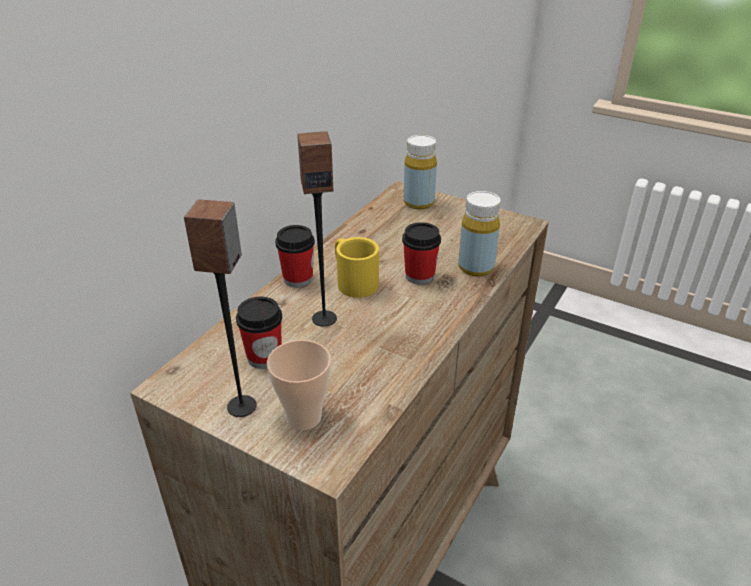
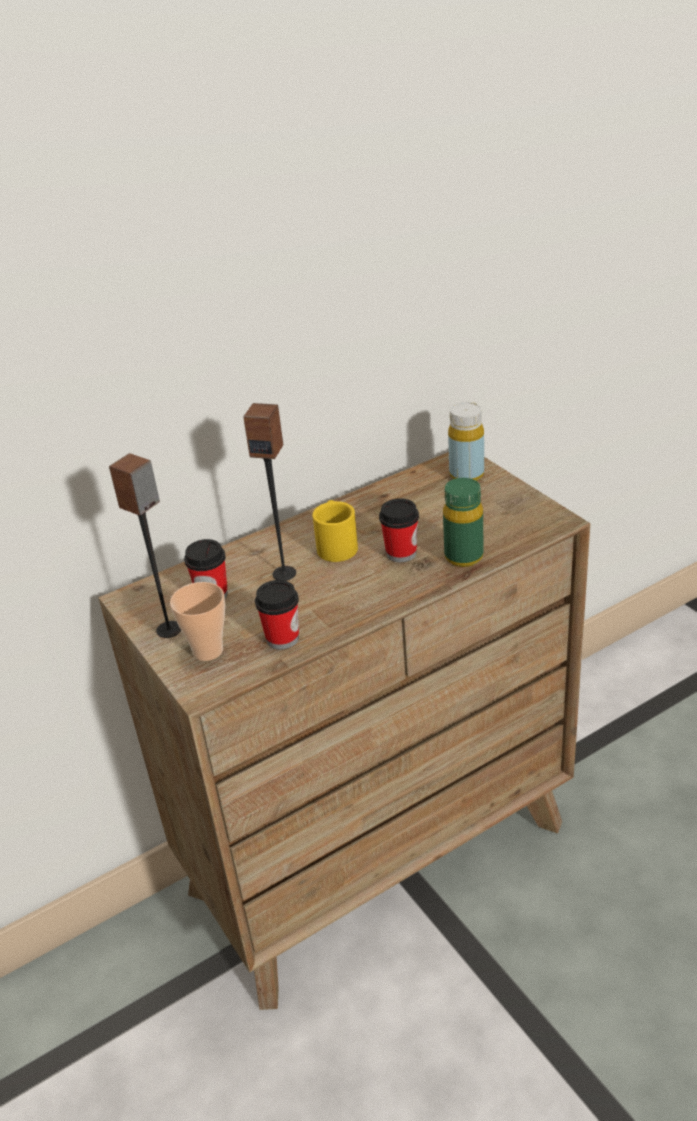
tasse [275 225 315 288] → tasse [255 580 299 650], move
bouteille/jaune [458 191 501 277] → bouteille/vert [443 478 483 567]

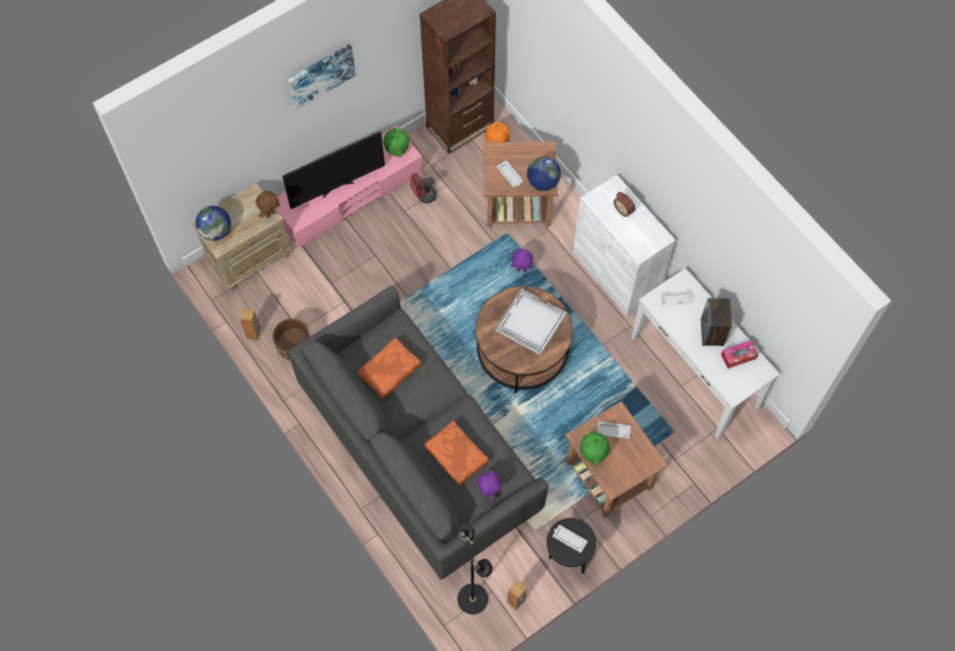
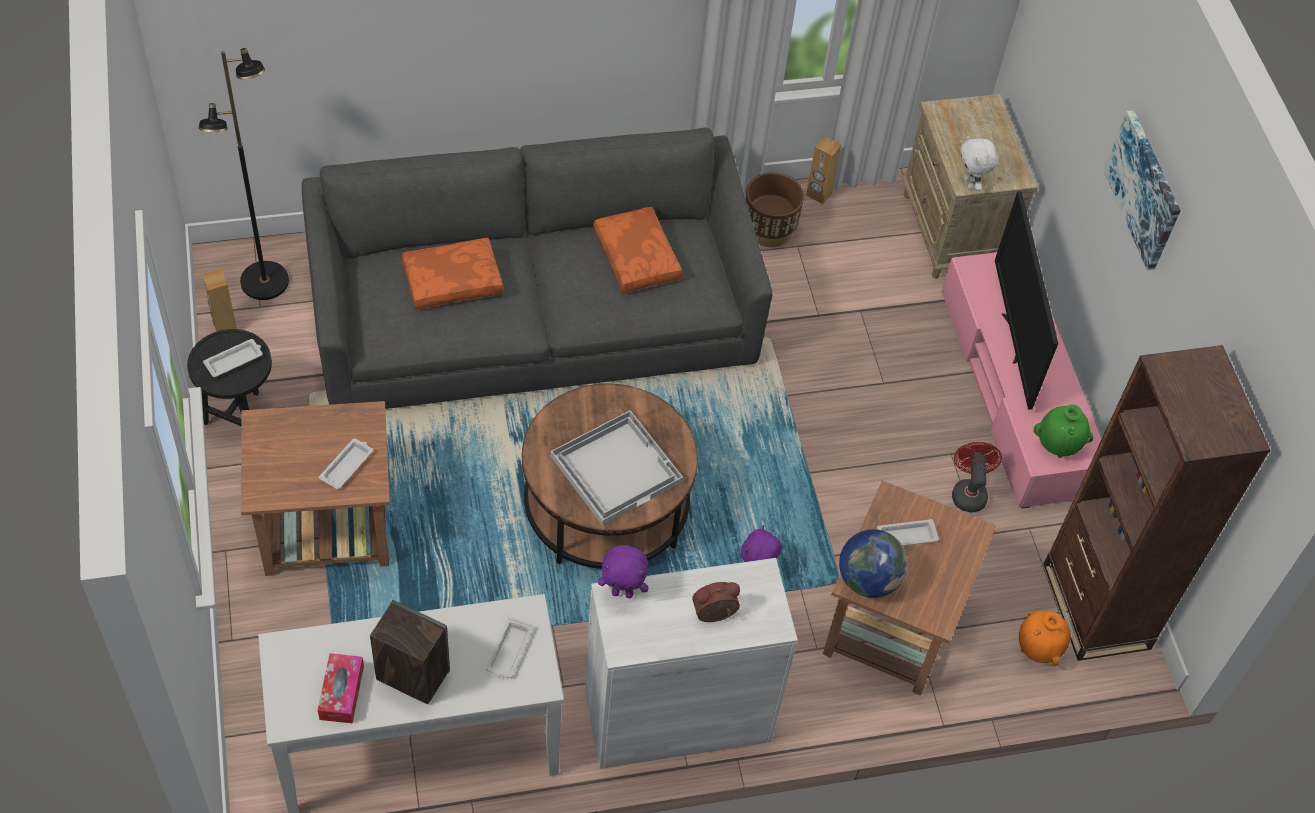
globe [196 206 231 241] → -
vase/vert [580 431 610 466] → -
peluche/violet [477 470 501 502] → peluche/violet [598 545 648 598], move
peluche/marron [256 191 280 218] → peluche/blanc [960 136 997 191]

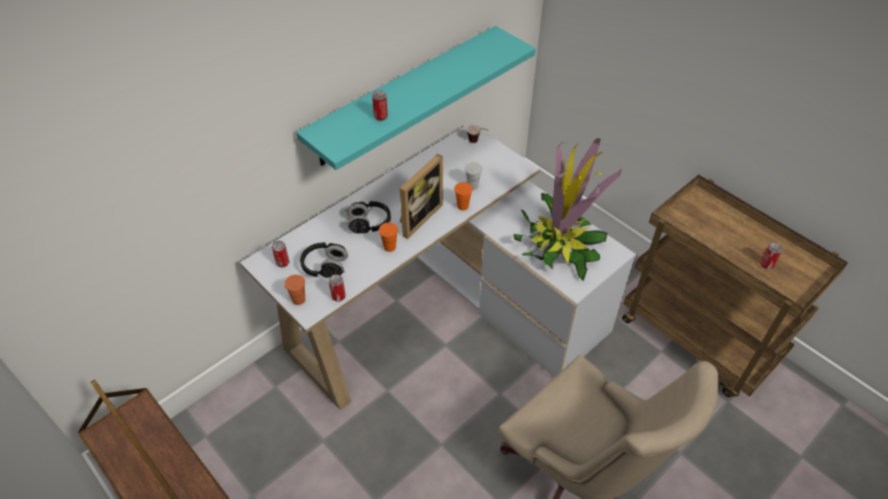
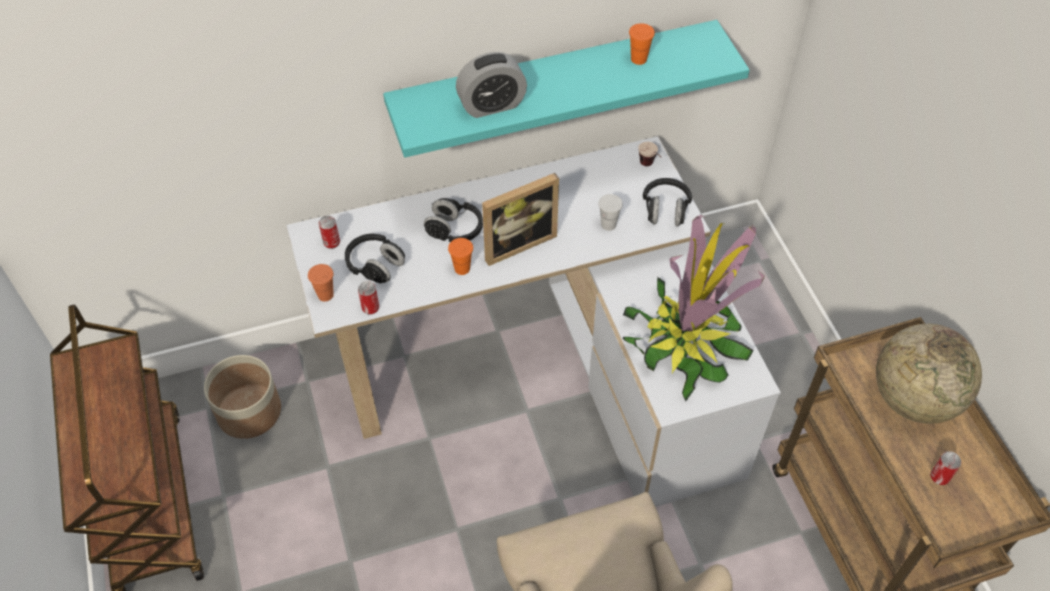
- → cache-pot [204 355 281 439]
- → casque audio/noir [643 178 692 226]
- → globe [876 324 982 424]
tasse/orange [454 182 473 211] → tasse/orange [629 23 655 65], move
boîte métallique [372 90 388 121] → réveil [456 52 527 118]

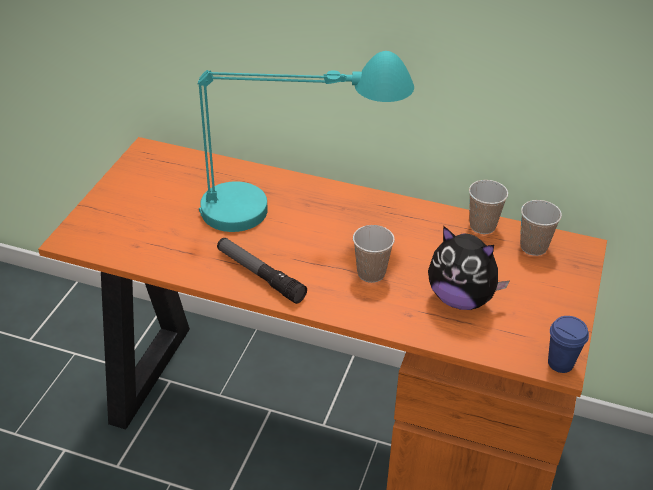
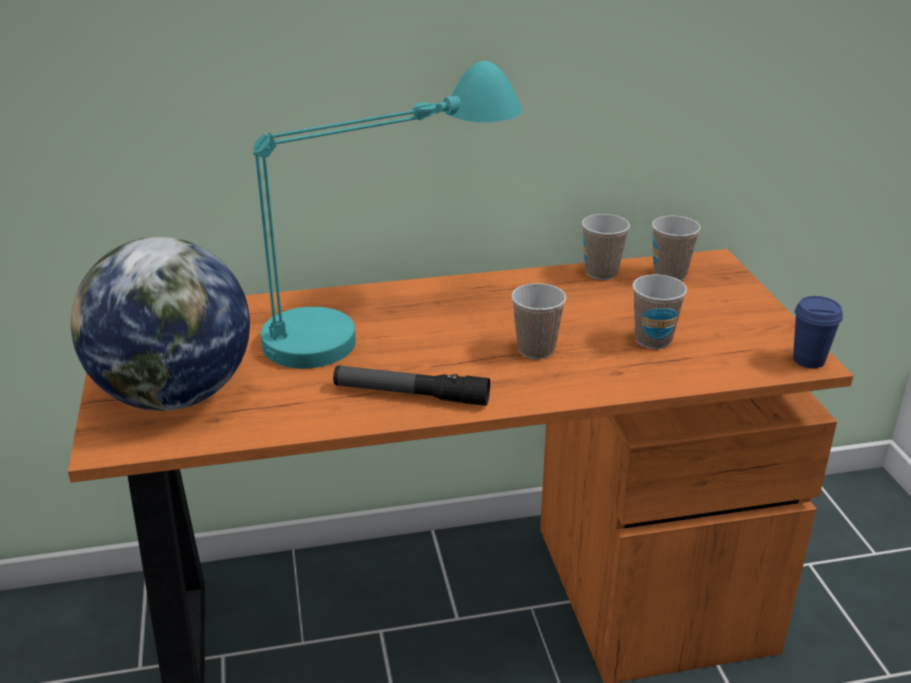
- → globe [71 237 250 411]
peluche [428 226 509 310] → tasse [632 274 687 349]

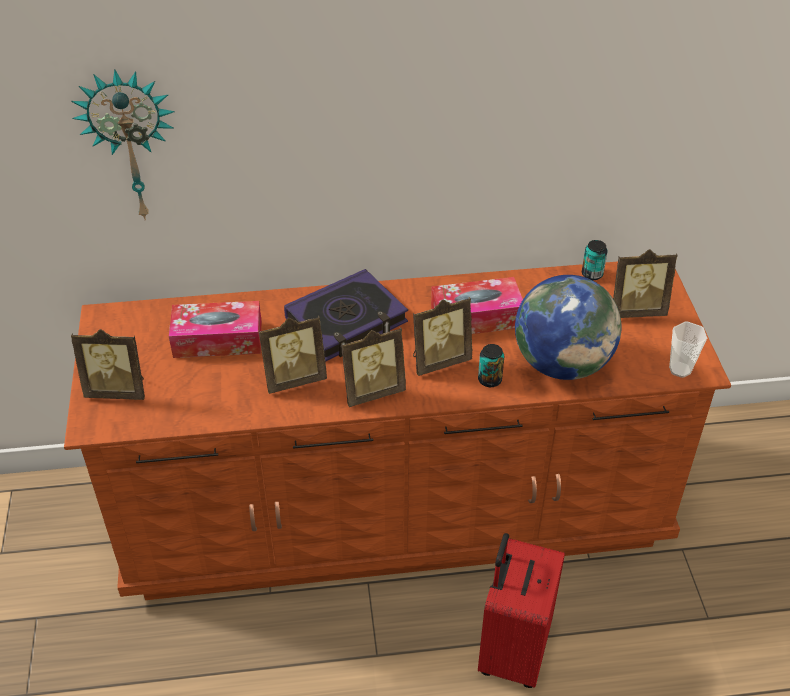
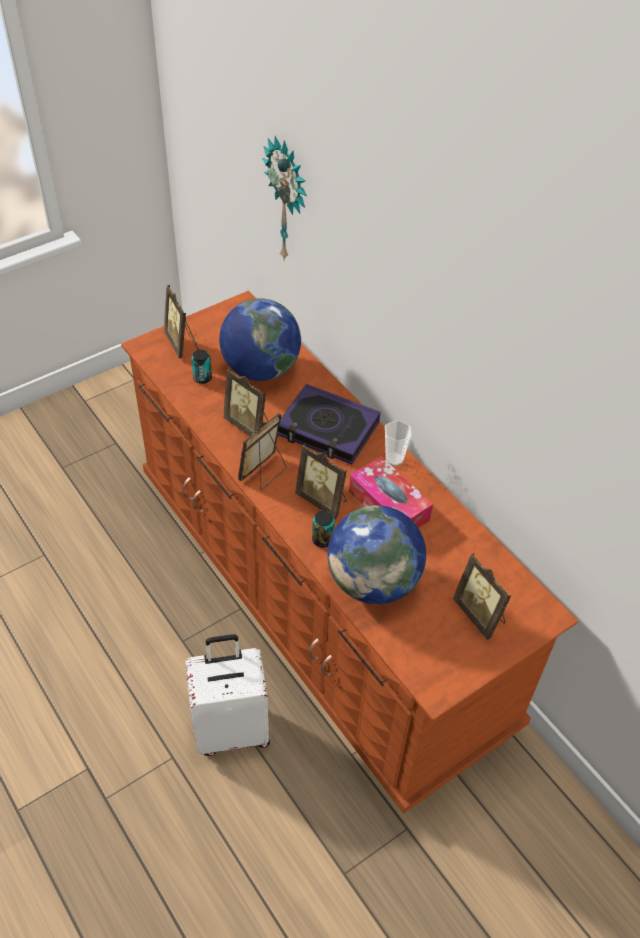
boîte métallique [582 240 608 280] → boîte métallique [191 350 212 384], move
tasse [669 321 707 378] → tasse [385 420 412 466], move
boîte à mouchoirs [169 301 262 358] → globe [219 298 301 381]
valise/rouge [478 533 565 688] → valise/blanc [186 634 270 756]
cadre photo [341 327 406 407] → cadre photo [238 413 287 490], 90 degrees clockwise

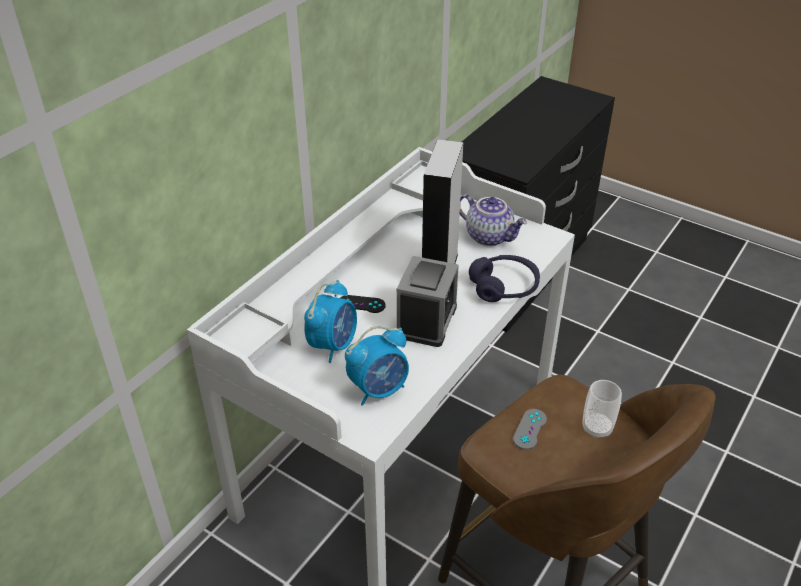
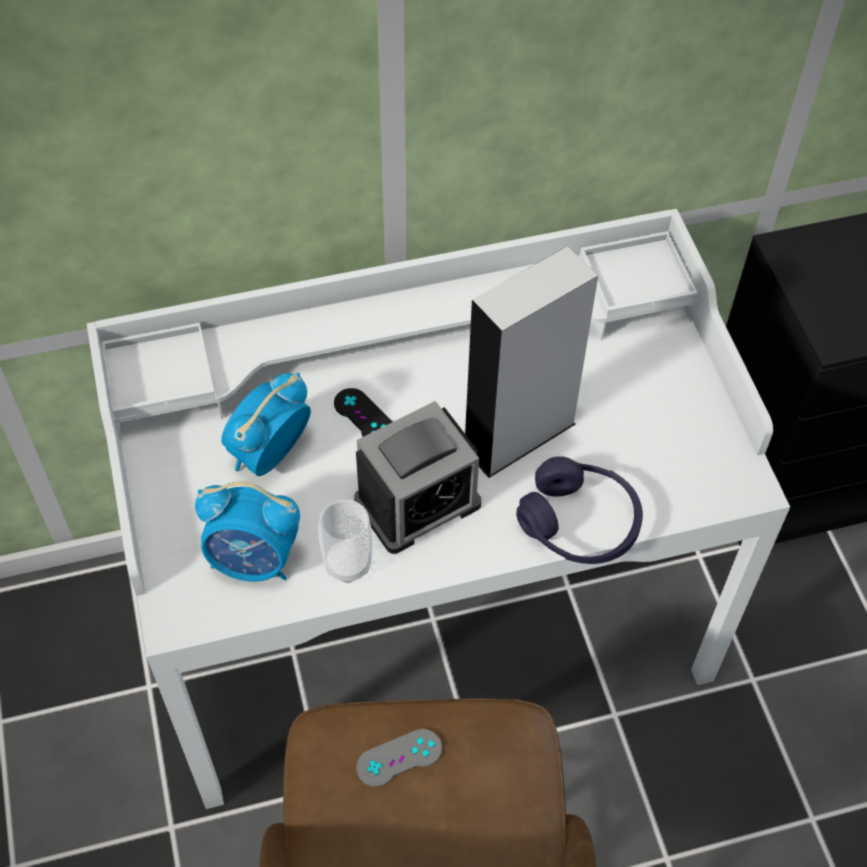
théière [460 194 527 246] → -
tasse [583 380 622 439] → tasse [319 499 373 583], move
réveil [304 280 357 363] → réveil [221 373 311 476], 150 degrees clockwise

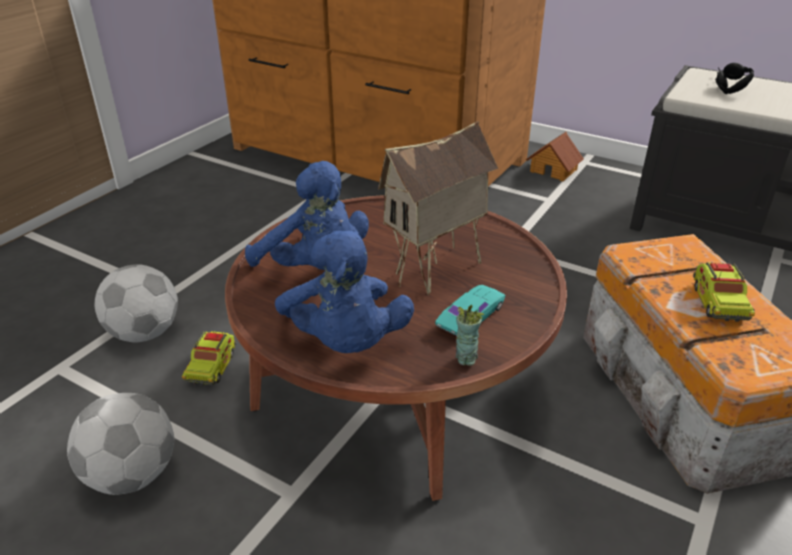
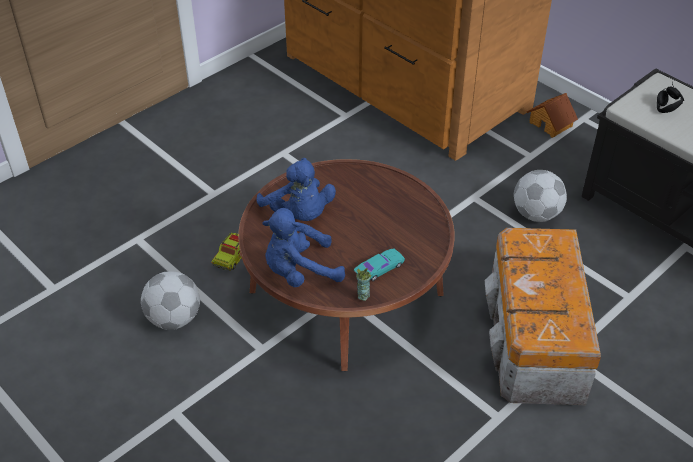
maison miniature [378 121 498 296] → -
camion jouet [693 262 755 322] → -
ballon de foot [95 264 178 343] → ballon de foot [514 170 567 222], move
peluche/bleu [275 230 414 353] → peluche/bleu [263 208 345 287], 75 degrees clockwise

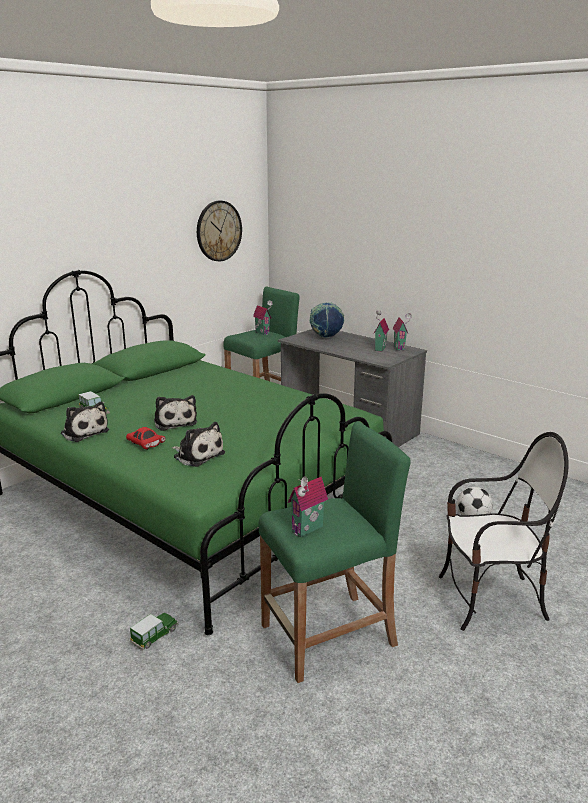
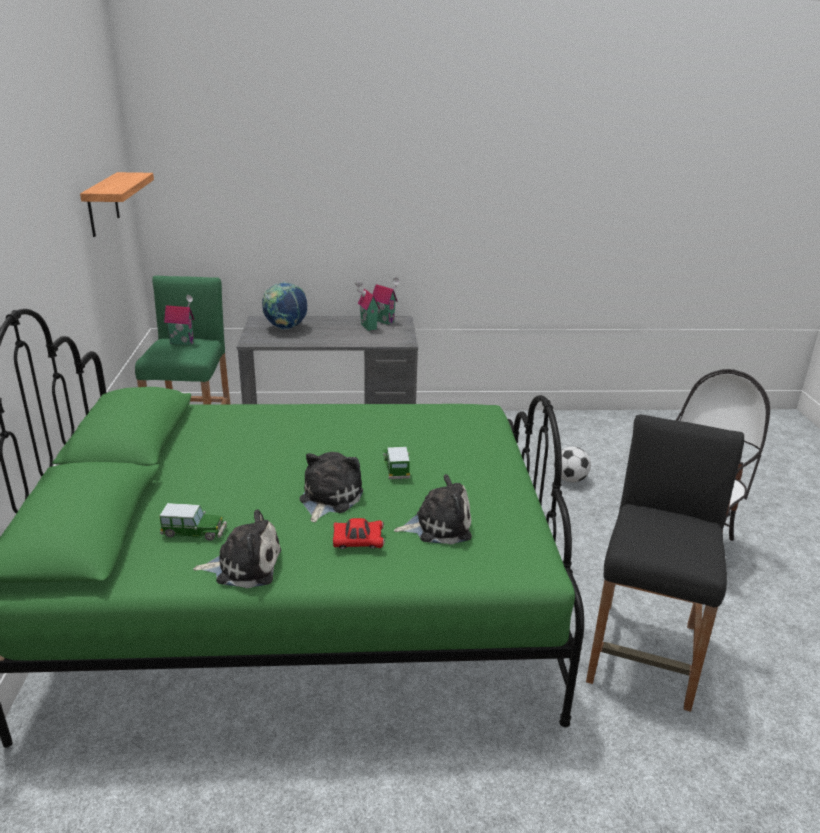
maison miniature [287 476 328 537] → -
petite voiture [130 612 179 650] → petite voiture [383 446 410 479], move
horloge murale [197 201 242 262] → étagère [80 172 154 237]
tabouret/vert [259 421 410 683] → tabouret/noir [586 414 744 712]
peluche [154 395 197 431] → peluche [300 452 363 522], 90 degrees counterclockwise

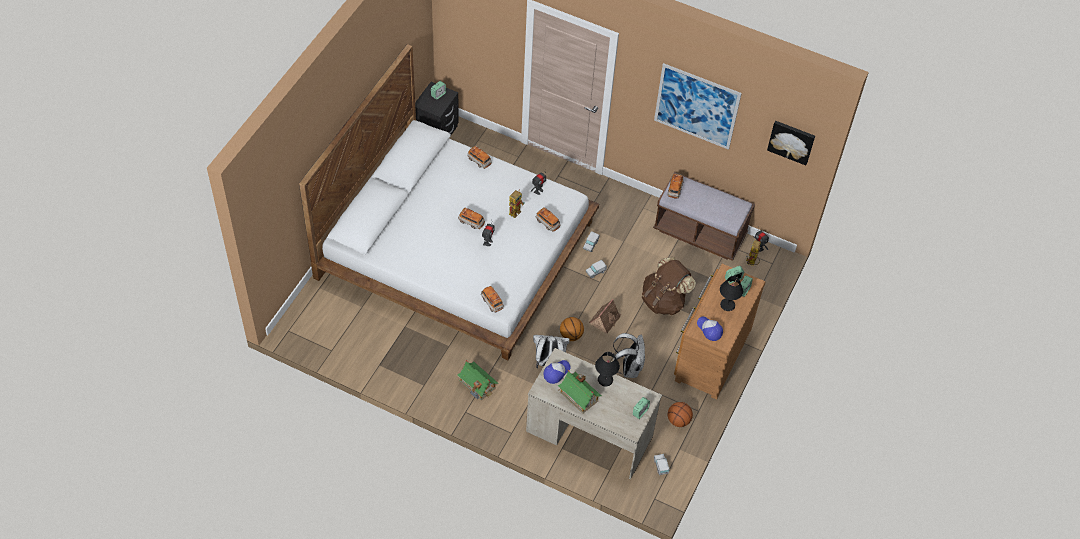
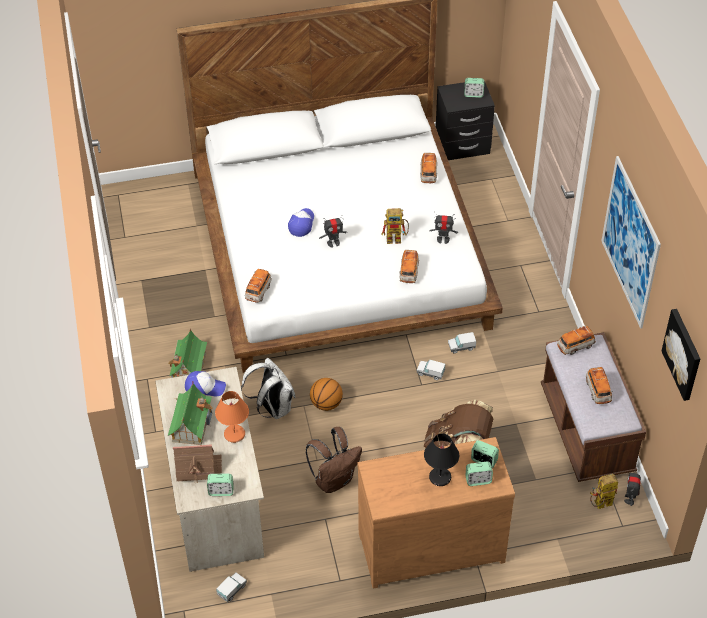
ballon de basket [668 402 693 427] → -
petite voiture [458 207 485 229] → petite voiture [586 367 613 404], move
maison miniature [589 299 621 333] → maison miniature [173 444 222 484], move
casquette [697 316 723 341] → casquette [288 208 314 237], move
lampe de table/noir [595 352 620 386] → lampe de table/orange [215 391 249 443]
sac à dos/blanc [612 333 645 378] → sac à dos/marron [305 427 362 493]

